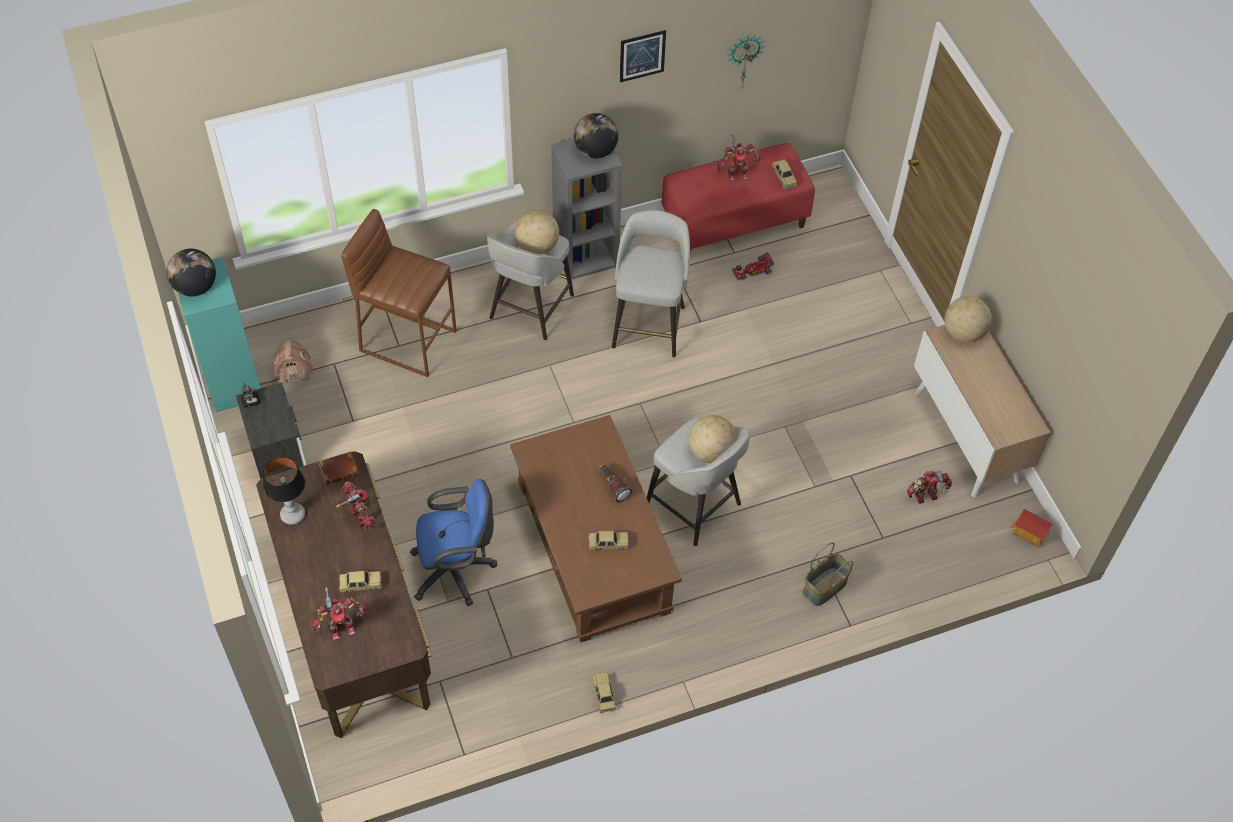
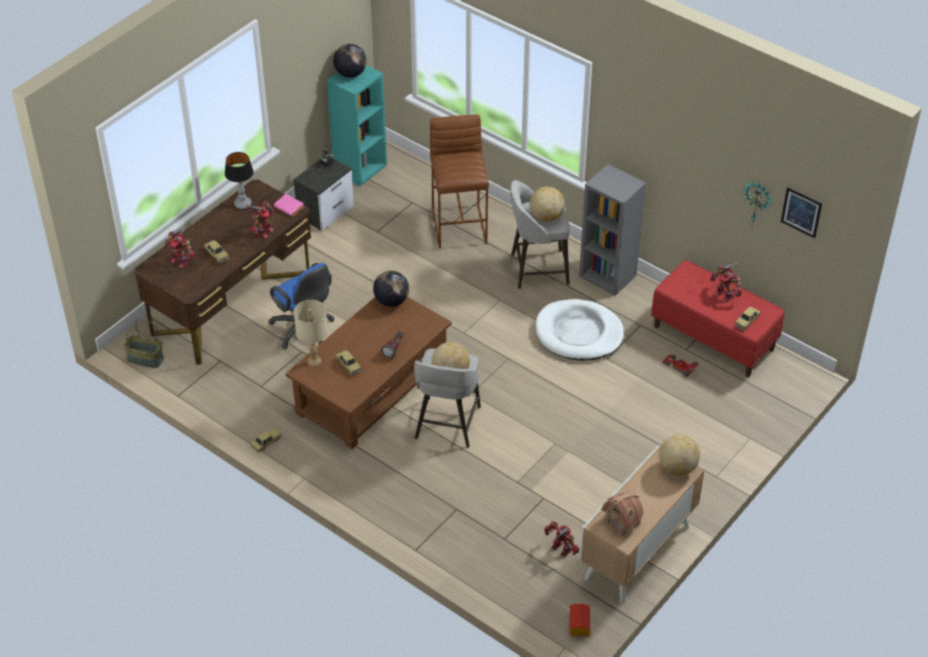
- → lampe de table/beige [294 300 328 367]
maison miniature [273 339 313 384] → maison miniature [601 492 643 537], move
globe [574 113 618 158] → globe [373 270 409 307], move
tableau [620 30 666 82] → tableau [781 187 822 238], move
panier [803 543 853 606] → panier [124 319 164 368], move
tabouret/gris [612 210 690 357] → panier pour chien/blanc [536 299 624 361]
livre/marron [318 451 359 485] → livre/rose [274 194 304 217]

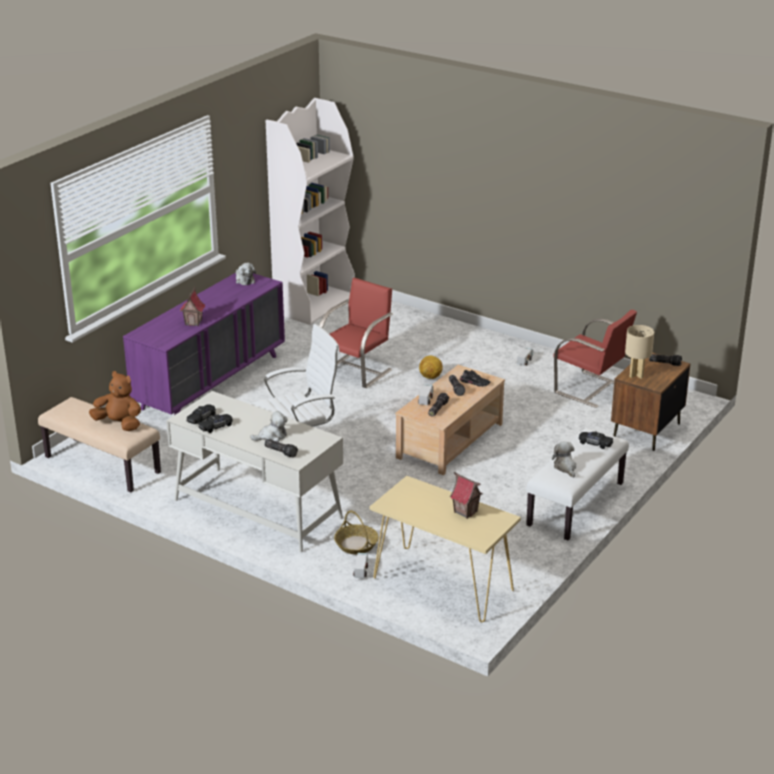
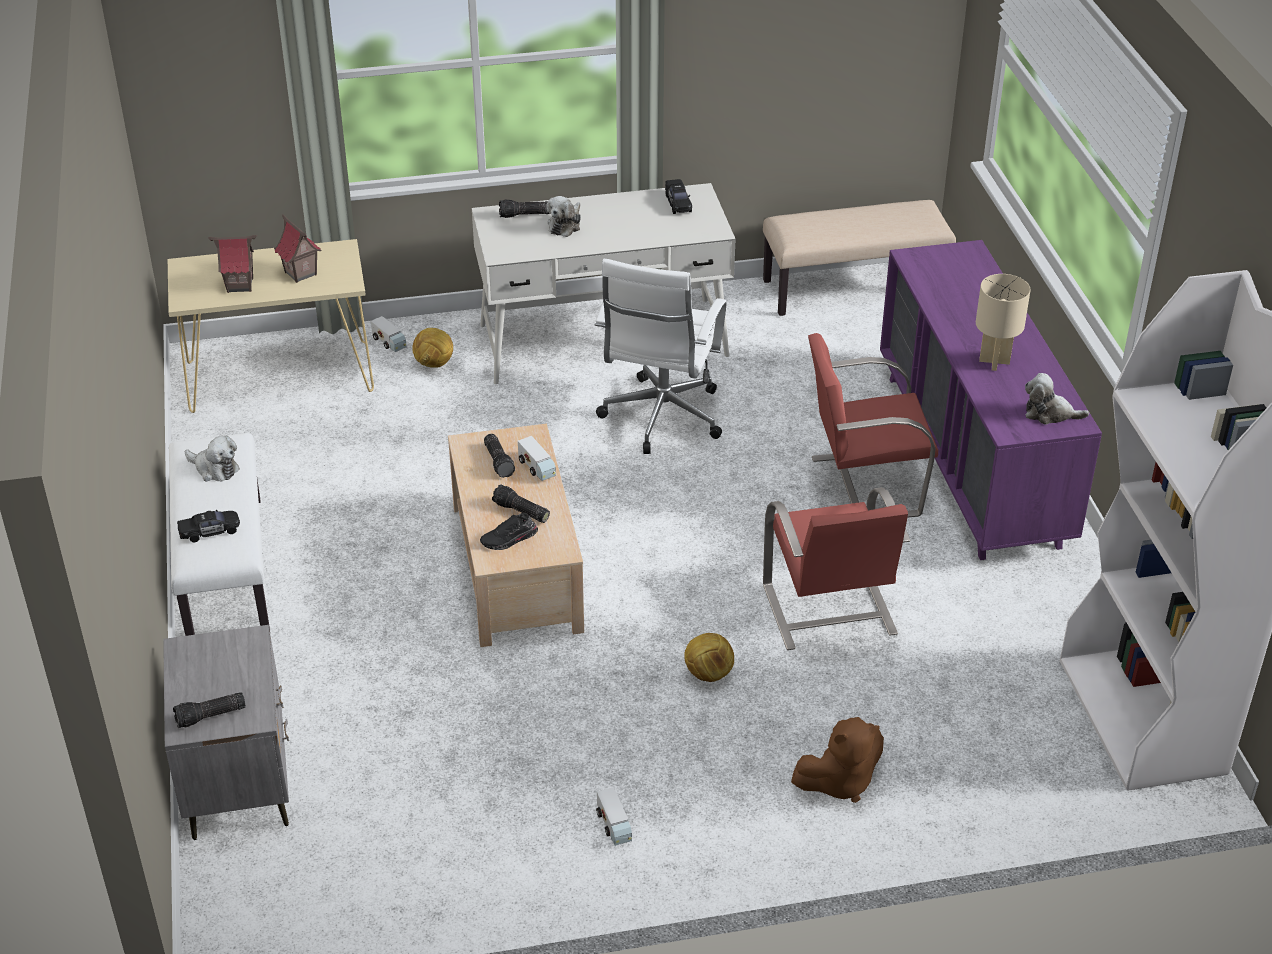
petite voiture/noir [198 414 233 433] → -
peluche/marron [89 371 141 431] → peluche/marron [791 717 884 803], move
maison miniature [180 287 205 326] → maison miniature [274 215 322 283], move
chaise/rouge [554 310 637 408] → chaise/rouge [808 333 938 518], move
lampe de table/beige [625 325 654 379] → lampe de table/beige [976 274 1030 371], move
panier [334 511 379 554] → ballon de foot [412 328 453 368]
table de chevet/marron [611 353 691 451] → table de chevet/gris [163 625 289 840]

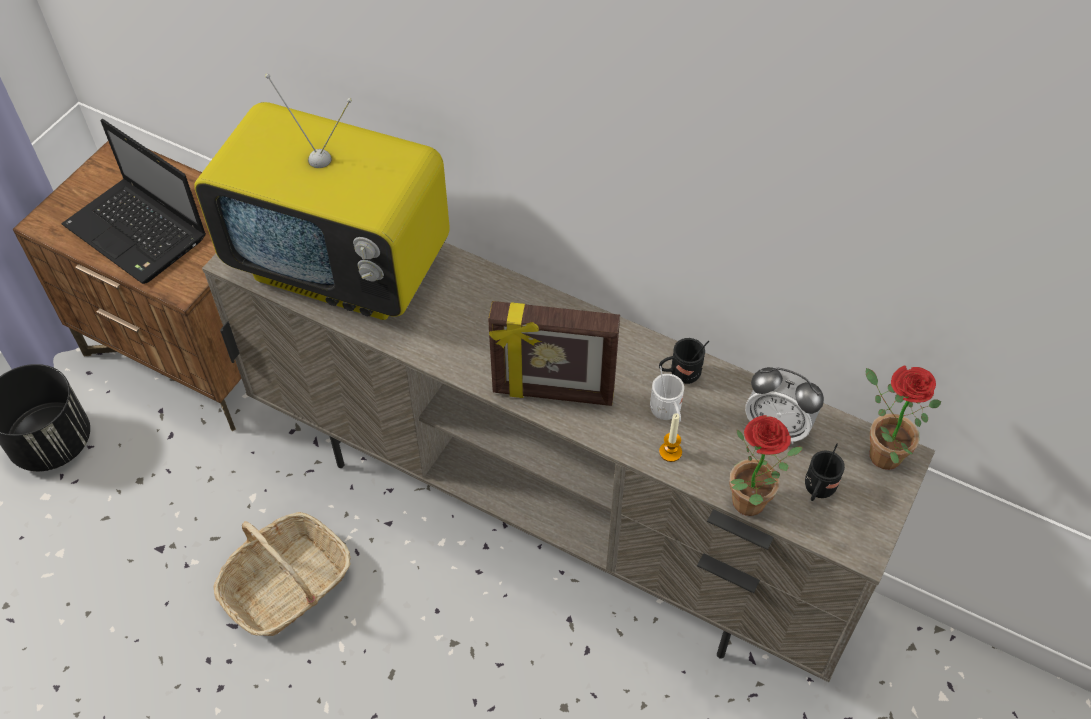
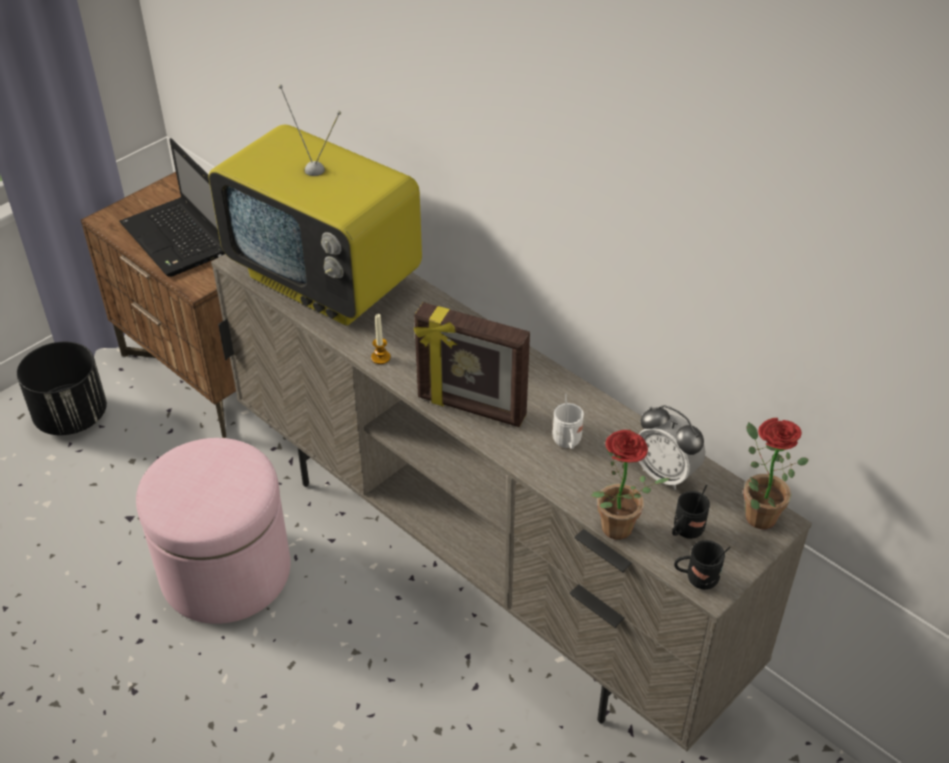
mug/noir [659 338 709 384] → mug/noir [674 540 730 590], move
bougie [659 413 682 462] → bougie [371 314 391 364], move
panier [213 512 351 636] → pouf/rose [136 438 290 624]

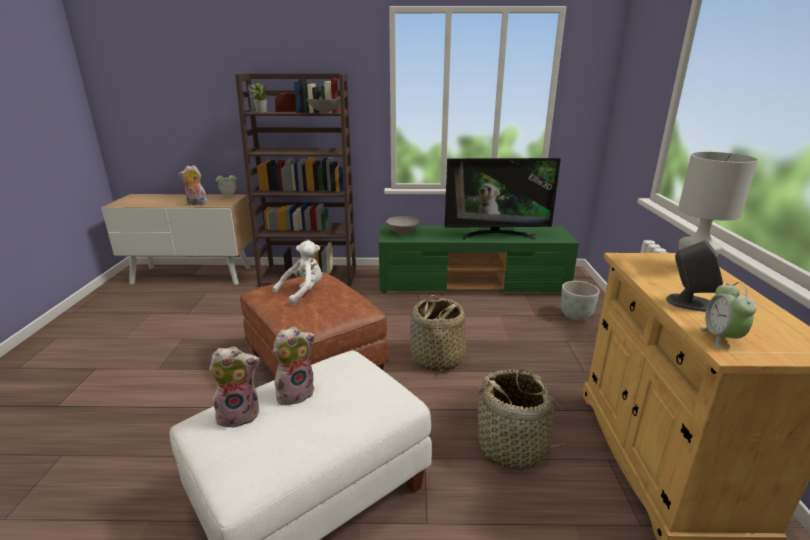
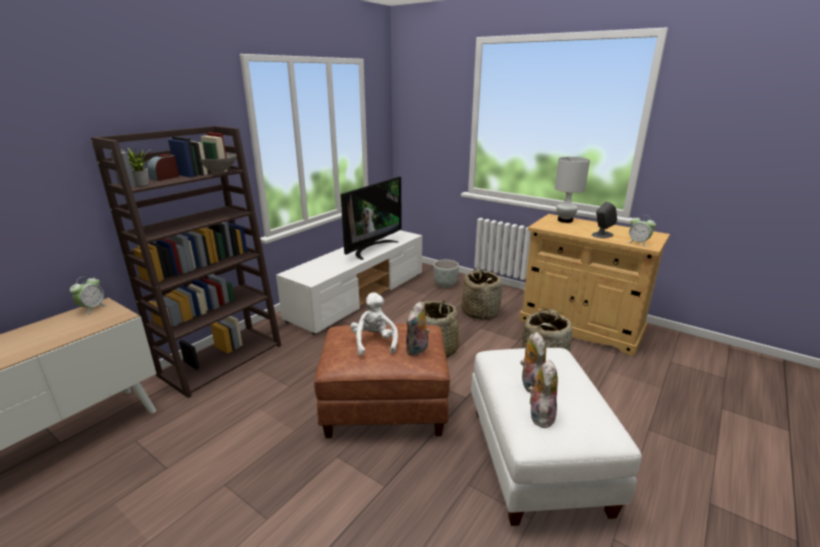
bol/gris [386 216 420 235] → -
- → panier [461 268 502 320]
peluche [178 165 209 205] → peluche [406 301 430 356], move
meuble télé/vert [379 225 579 293] → meuble télé/blanc [276 230 422 335]

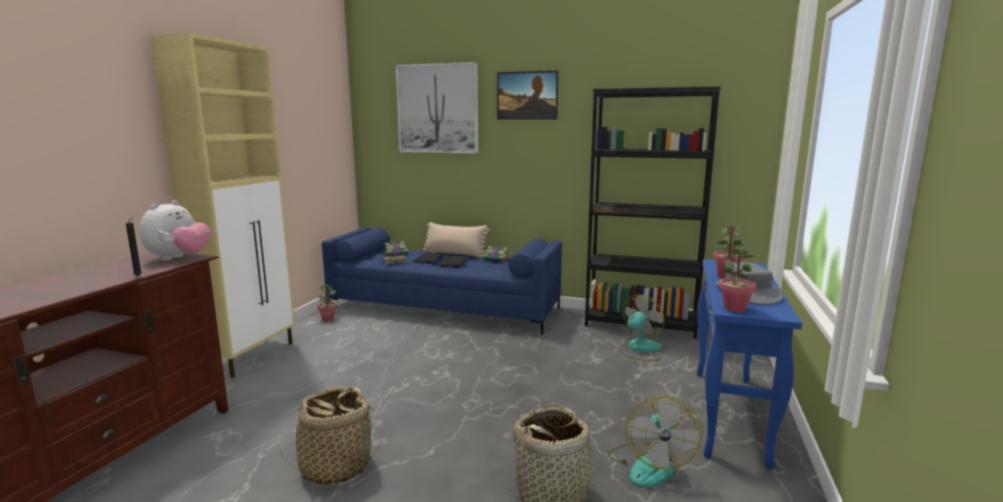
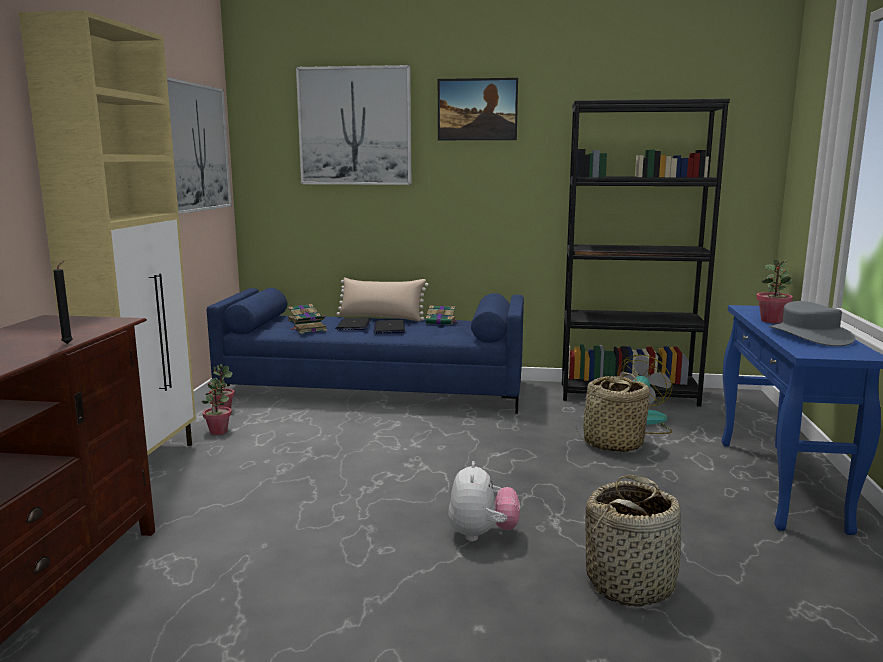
ventilateur [608 396 703 487] → -
- → tableau [167 77 231 214]
peluche [139 200 211 261] → peluche [448 461 520 541], move
panier [279 387 380 485] → panier [576 373 650 453], move
plante en pot [719 245 756 312] → plante en pot [202 380 232 435], move

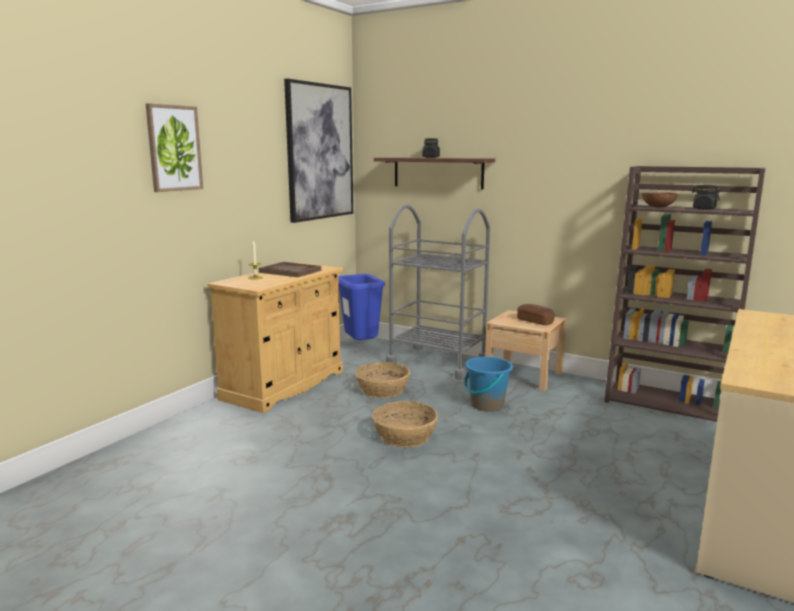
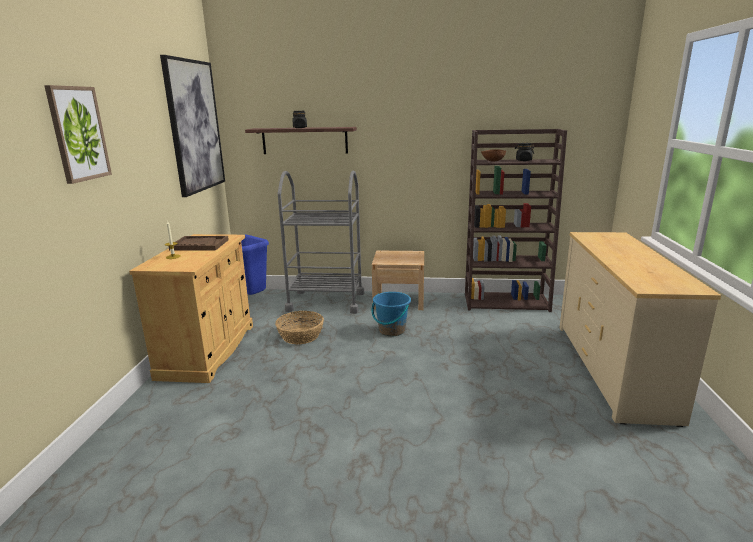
panier [372 401 438 447] → -
pain [517 304 554 325] → -

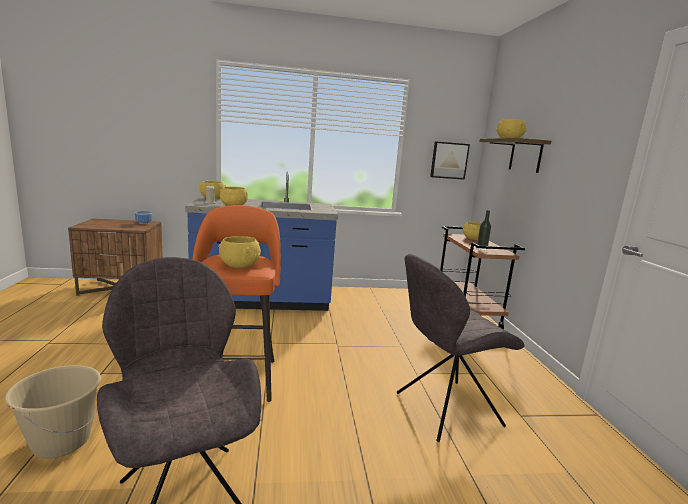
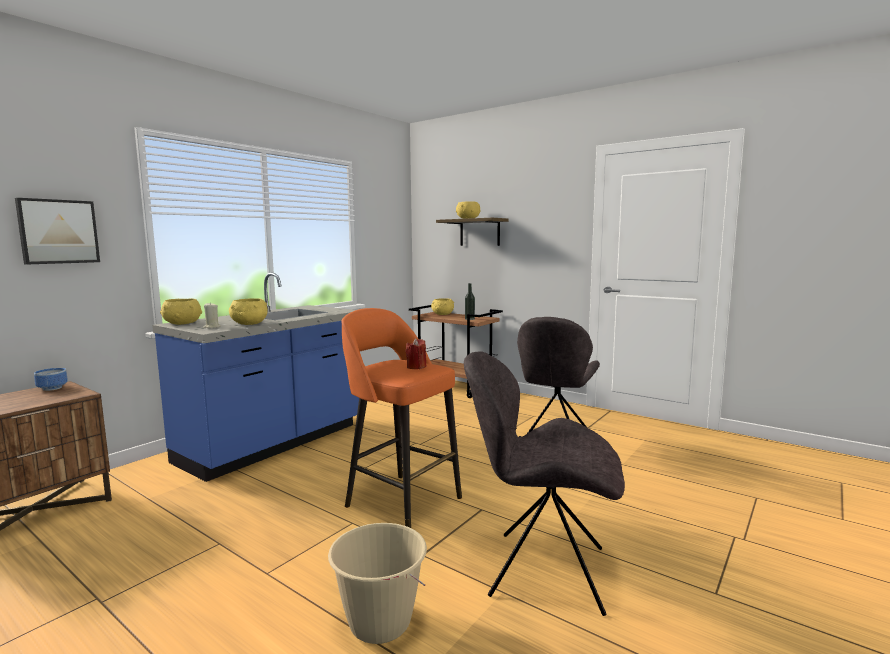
tableau [430 141 470 180] → tableau [15 198 100 265], move
bol/jaune [218 236 261 268] → bougie/rouge [405 338 427 369]

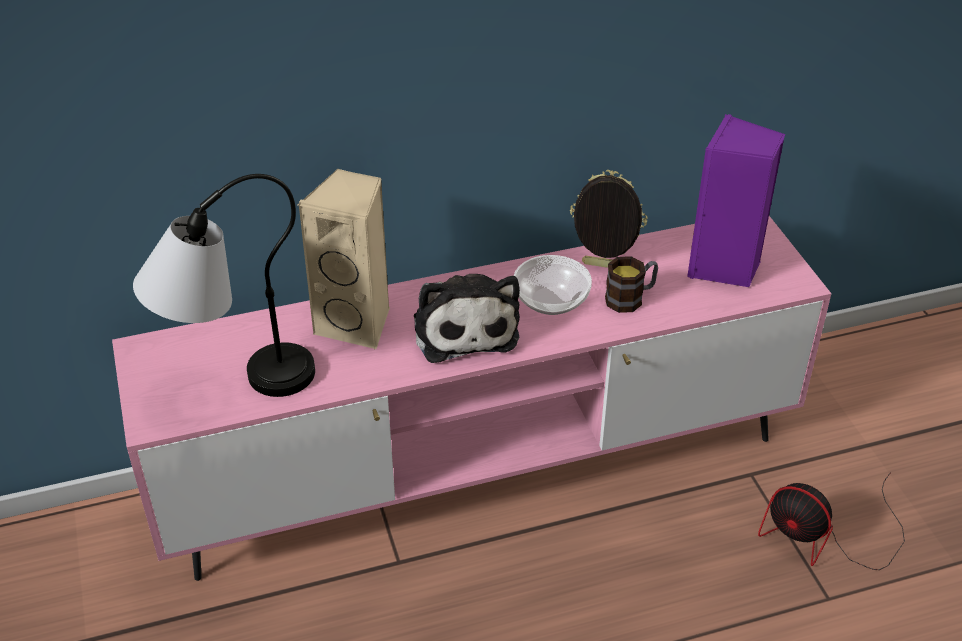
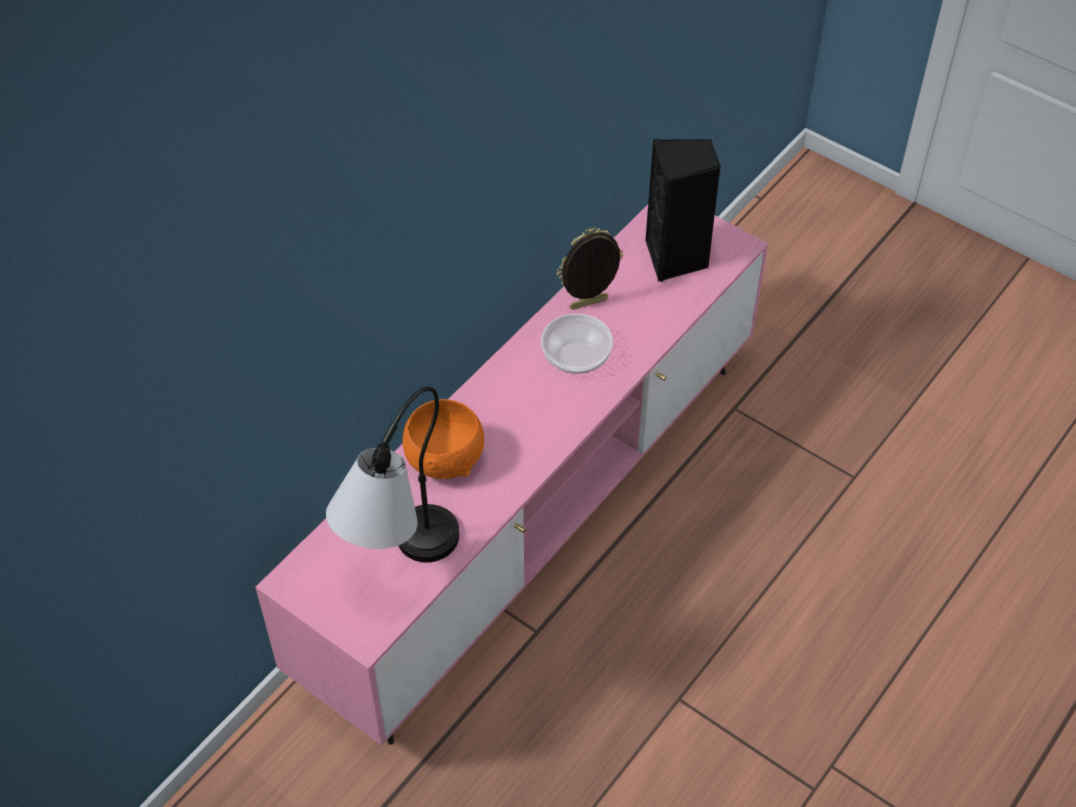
peluche [414 274 520 363] → -
mug [605 256 658 313] → -
ventilateur [758 472 905 570] → -
enceinte/beige [298 169 390 350] → bol/orange [402 399 484 479]
enceinte/violet [687 114 785 287] → enceinte/noir [645 138 721 282]

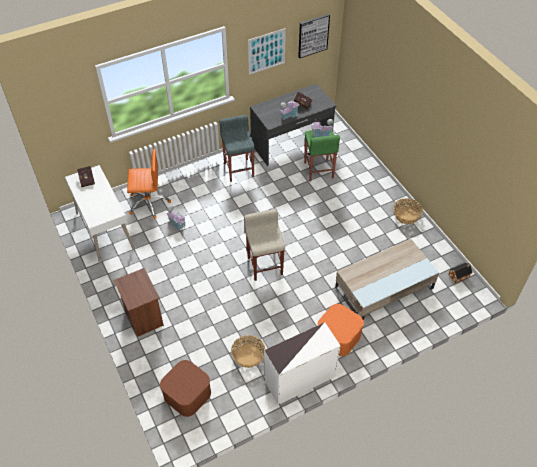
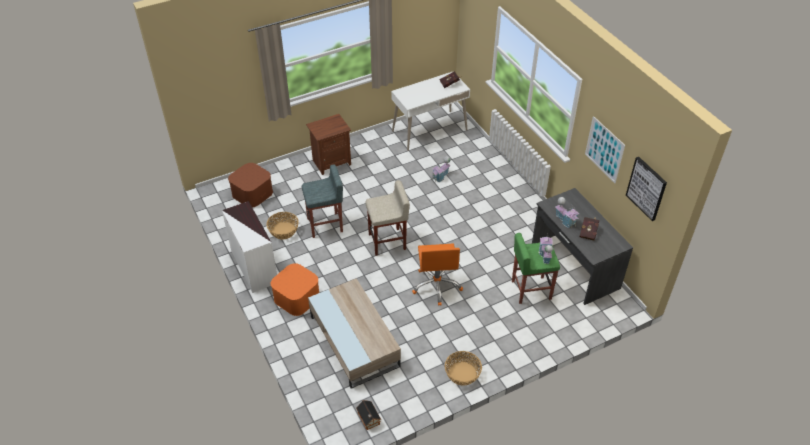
chaise de bureau/orange [127 149 171 219] → chaise de bureau/orange [412 243 463 306], move
tabouret/gris [219 115 255 182] → tabouret/gris [302 165 343 238], move

